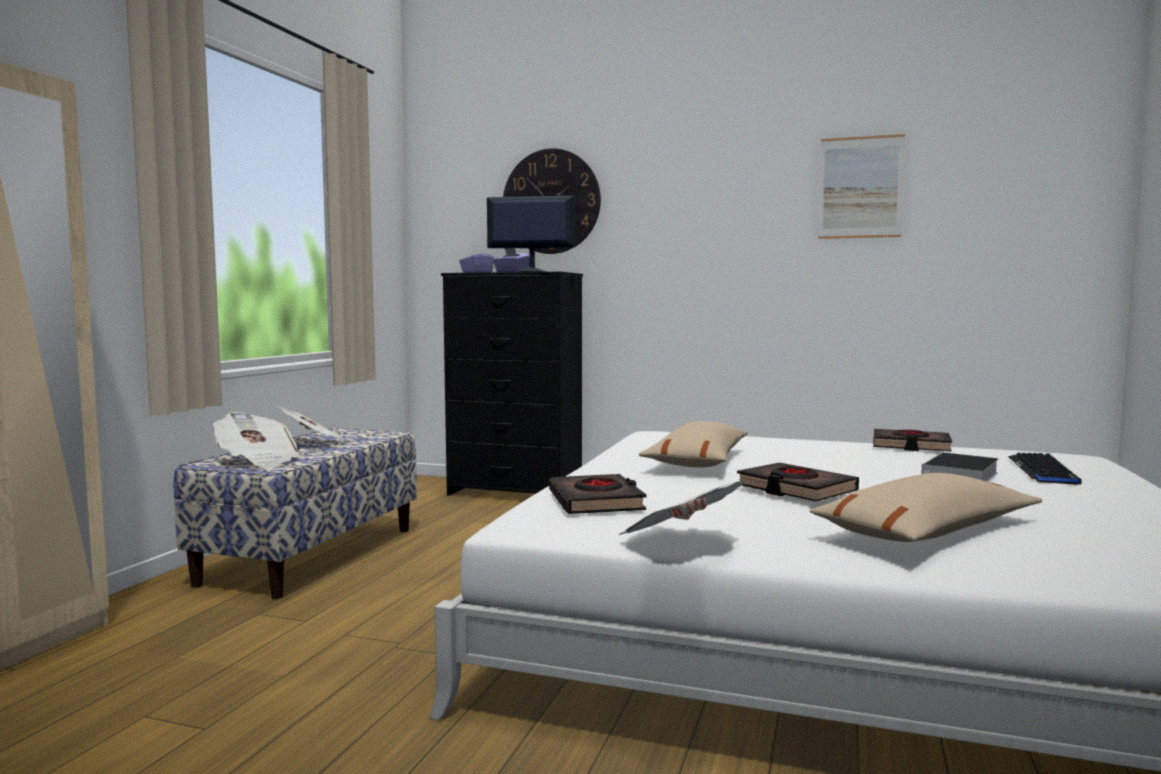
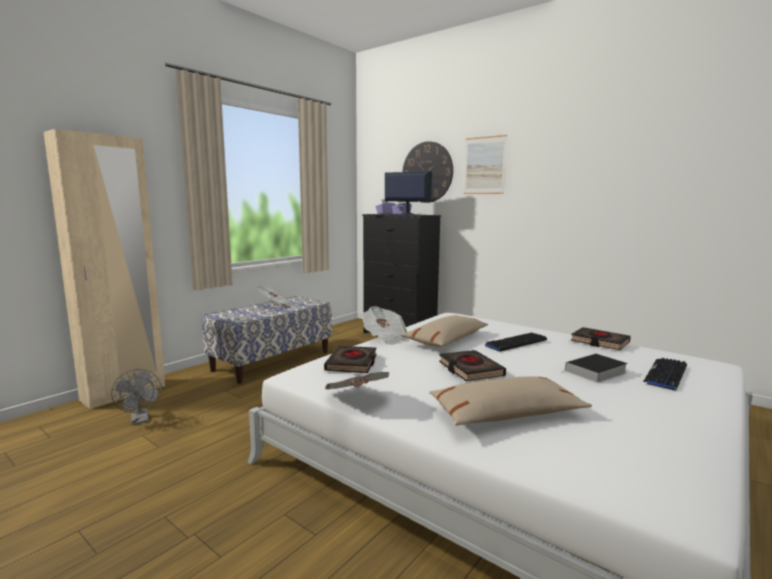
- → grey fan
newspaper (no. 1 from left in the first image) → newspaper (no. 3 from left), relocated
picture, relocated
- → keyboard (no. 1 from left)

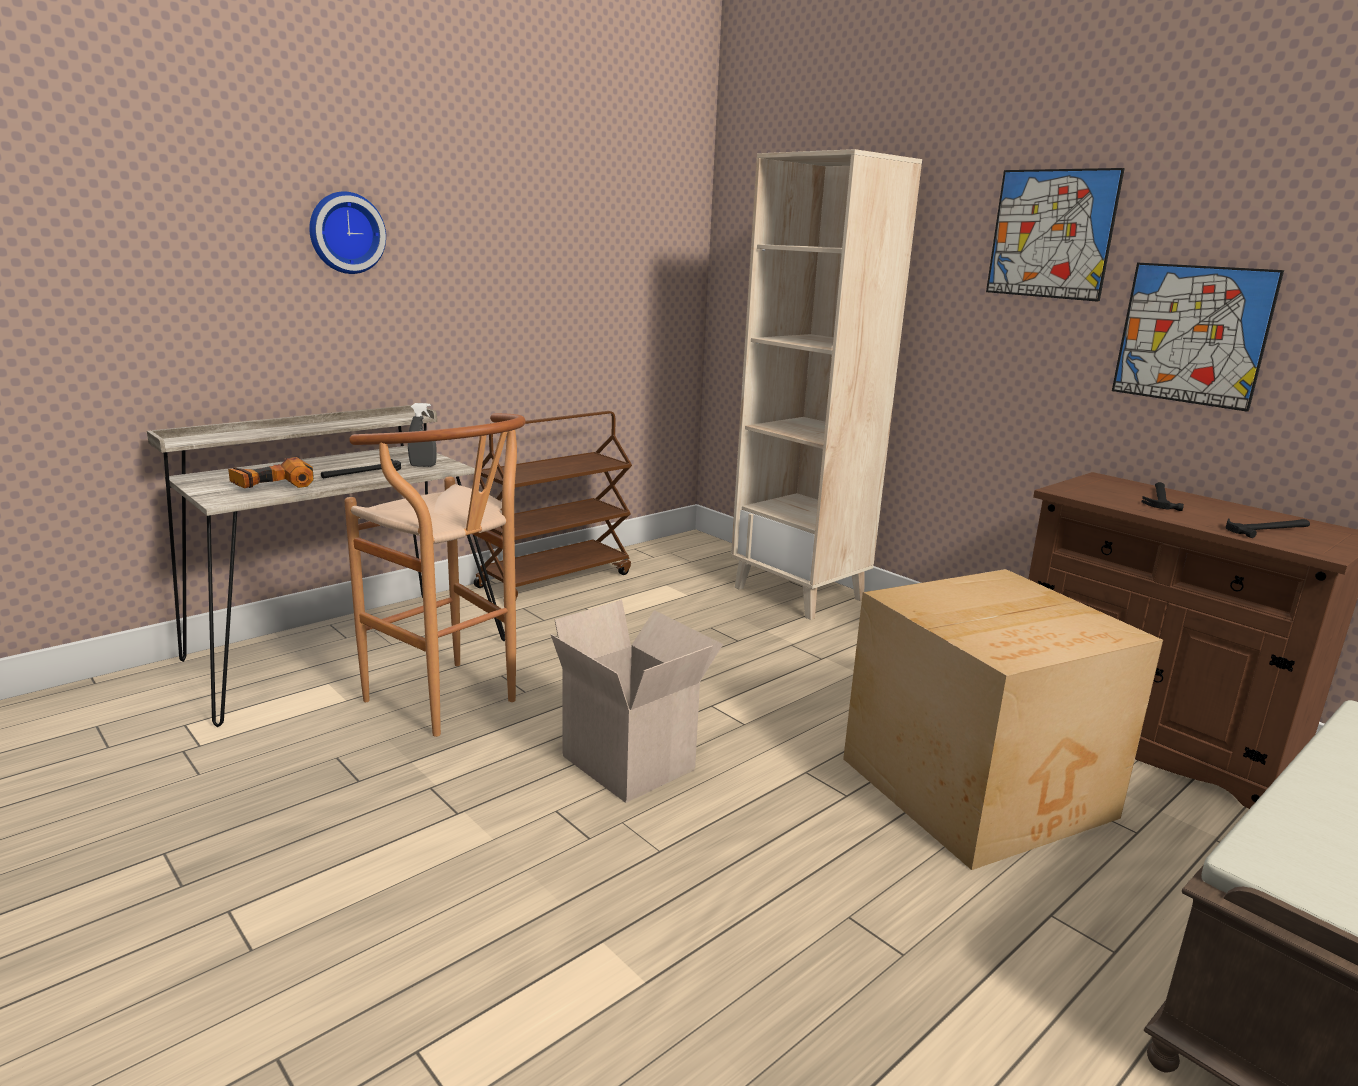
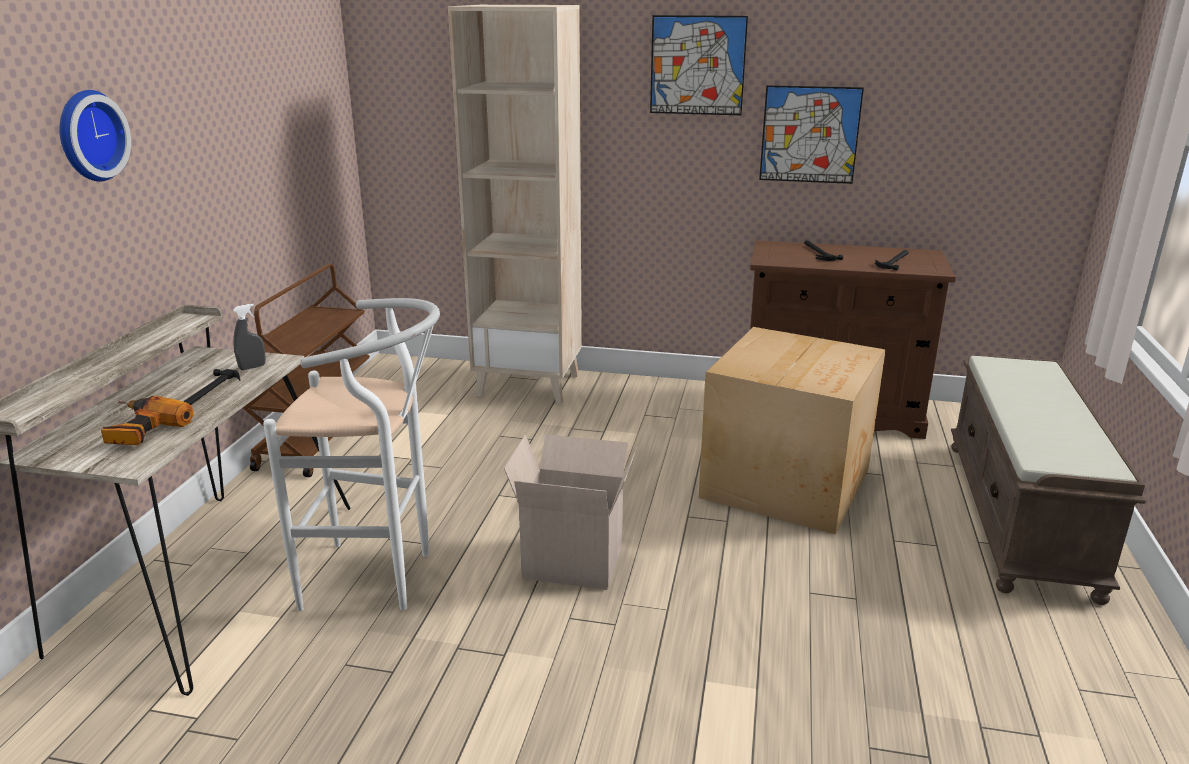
brown stool → white stool

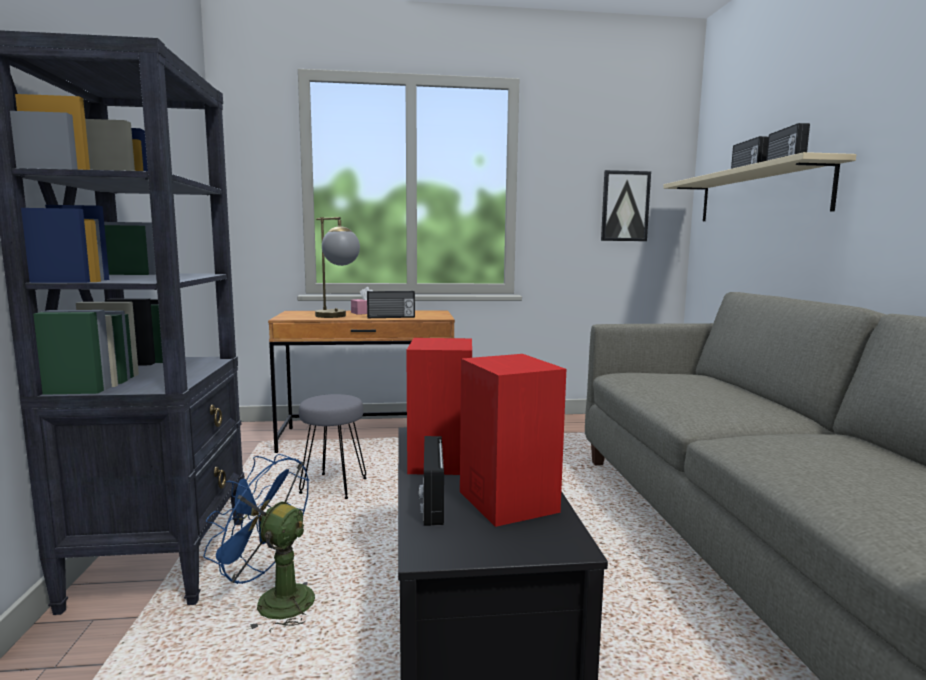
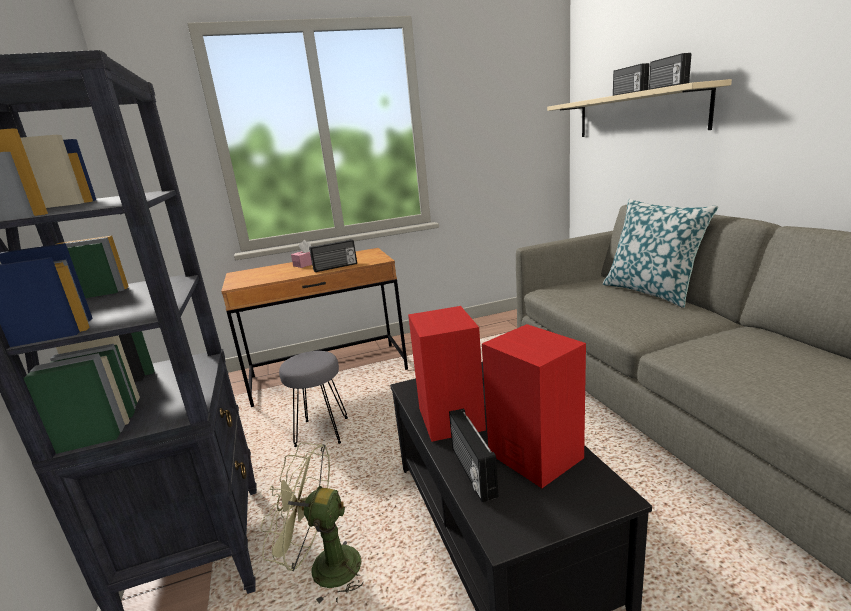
blue fan → green fan
- → pillow
table lamp → -
picture → -

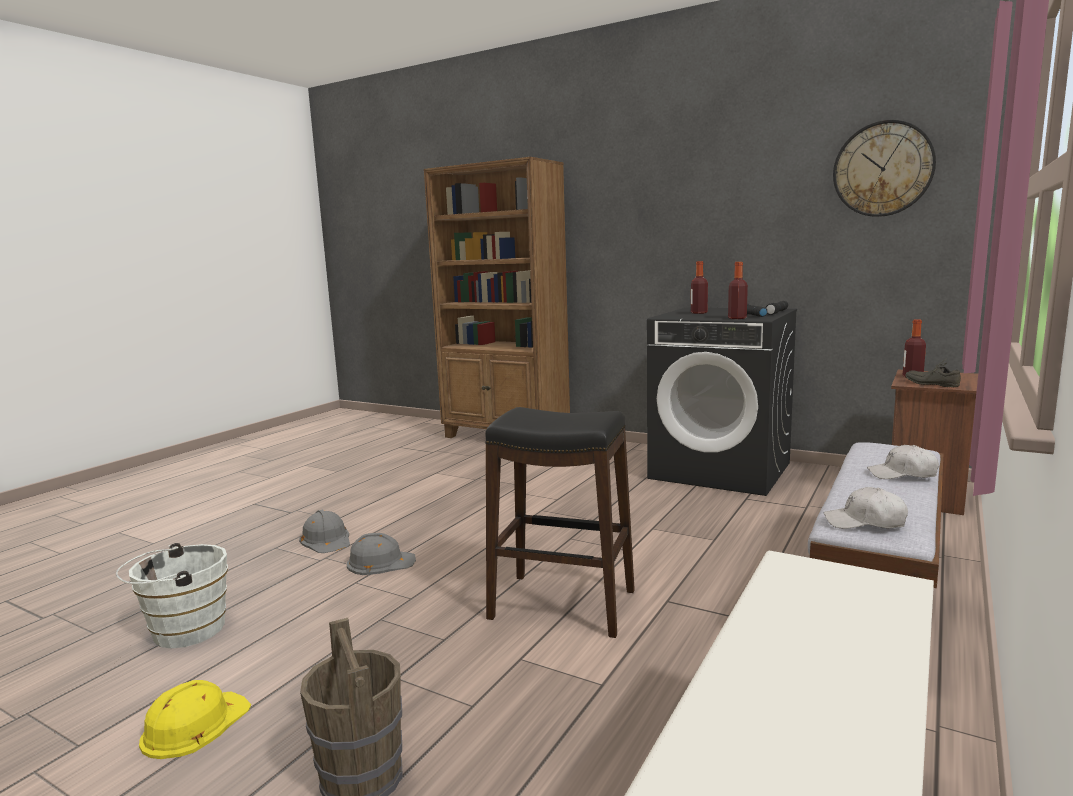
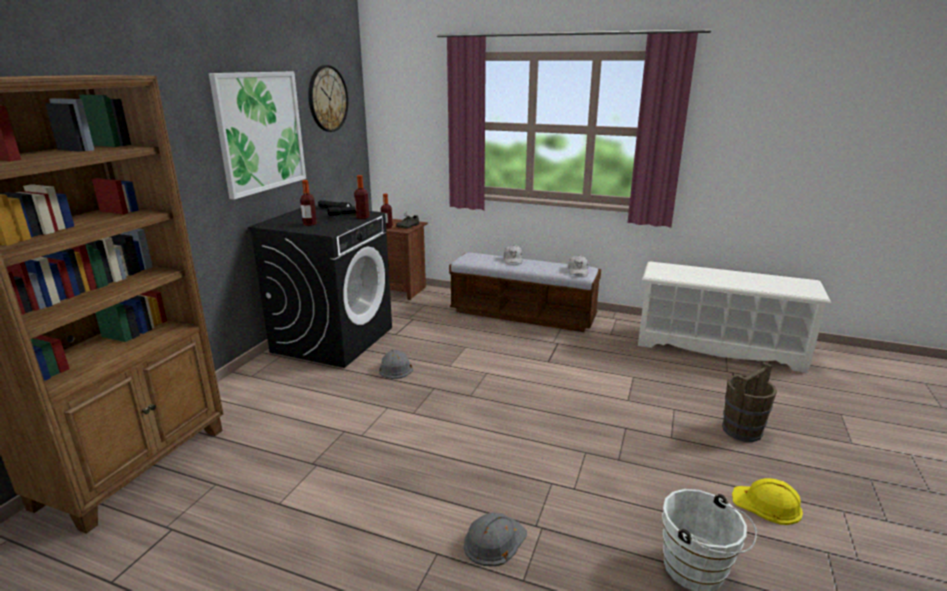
- → picture
grey hard hat (no. 2 from left in the first image) → grey hard hat (no. 1 from left), relocated
black stool → -

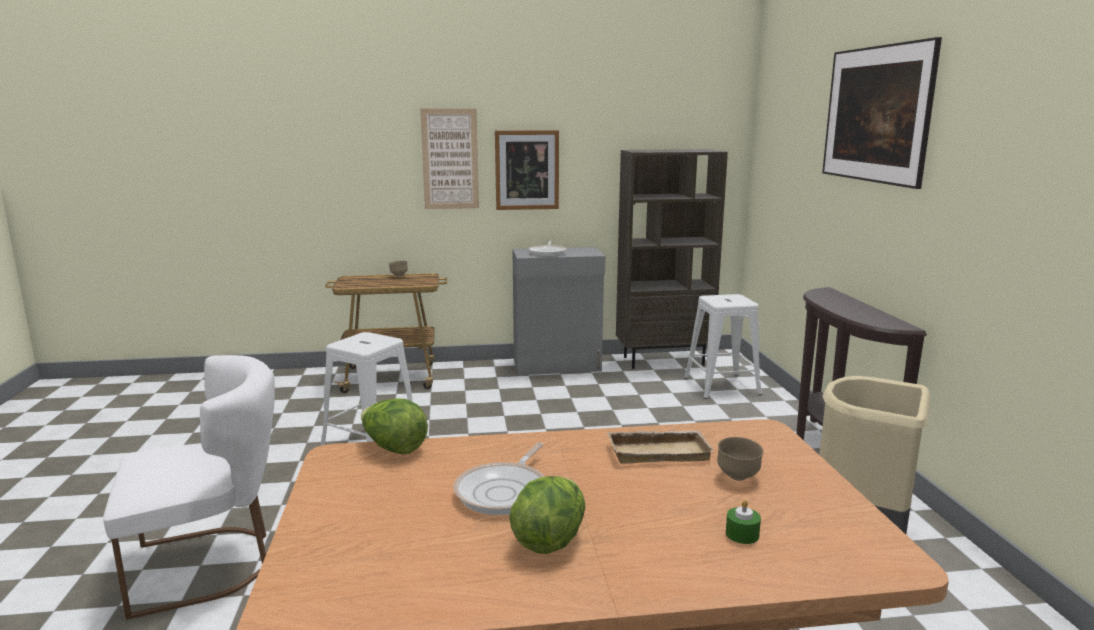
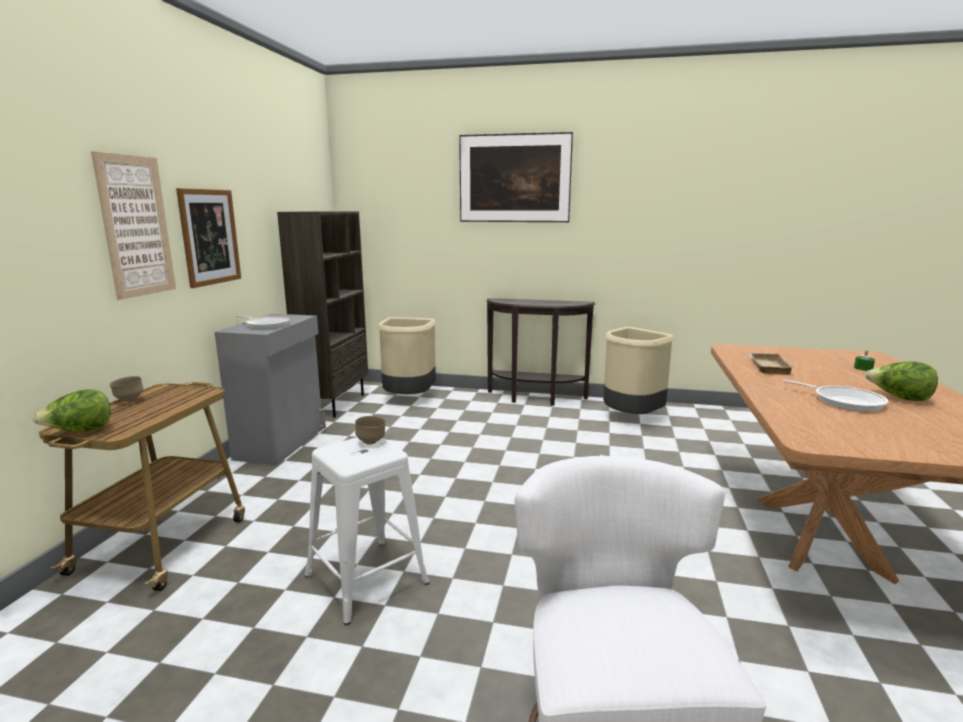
lettuce (no. 1 from left), relocated
brown bowl (no. 2 from left), relocated
white stool (no. 2 from left) → beige trash can (no. 1 from left)

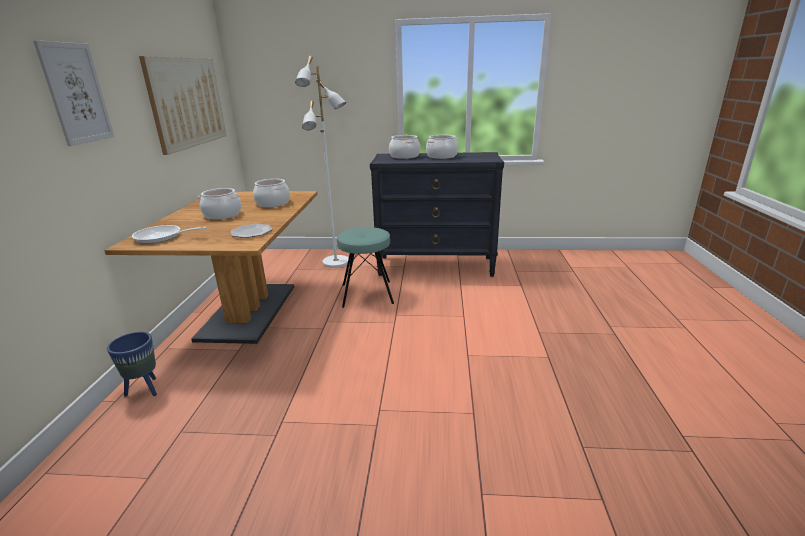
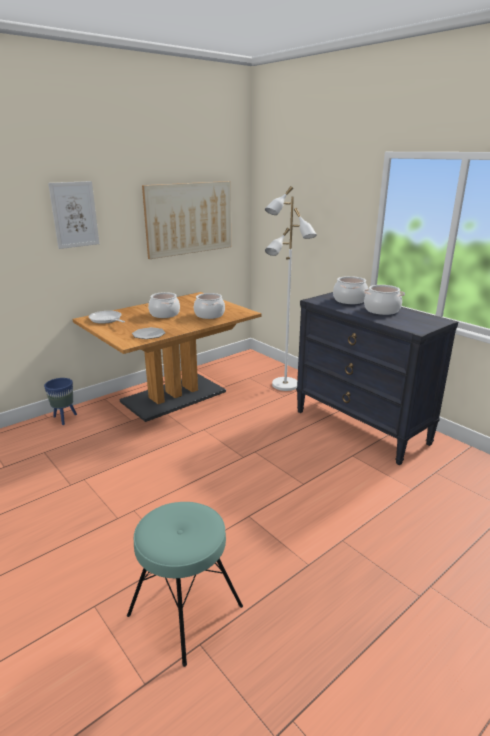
turquoise stool, relocated

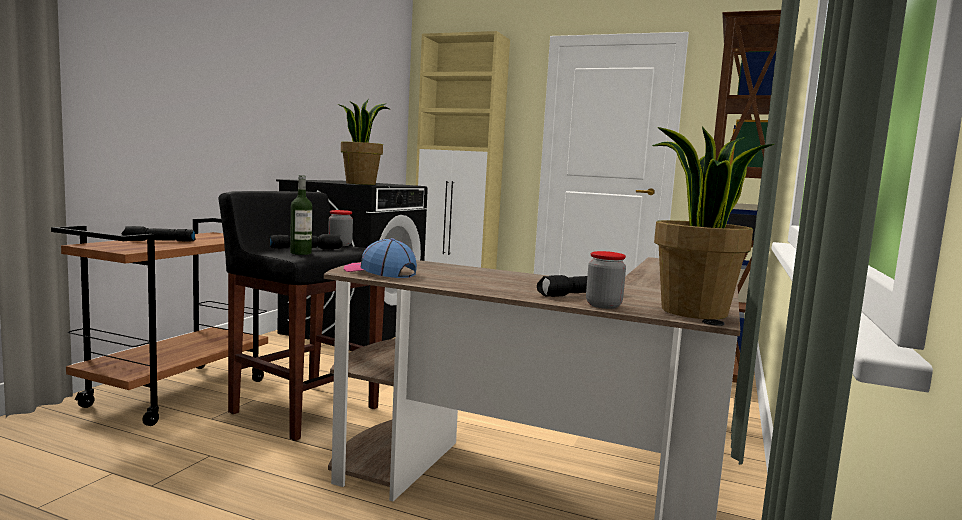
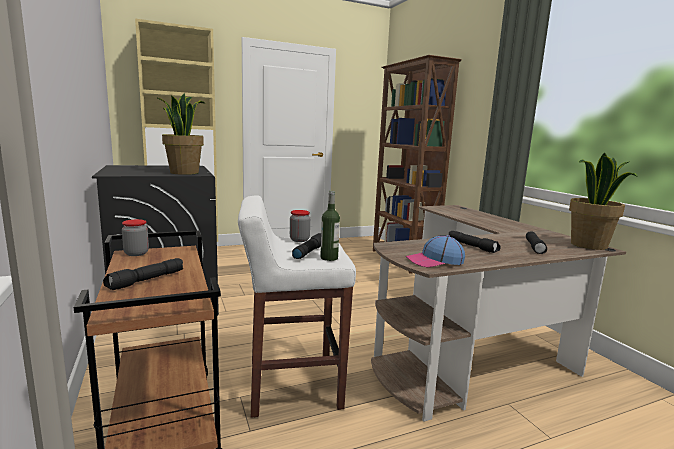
jar (no. 2 from left in the first image) → jar (no. 1 from left), relocated
black stool → white stool
- → black flashlight (no. 3 from left)

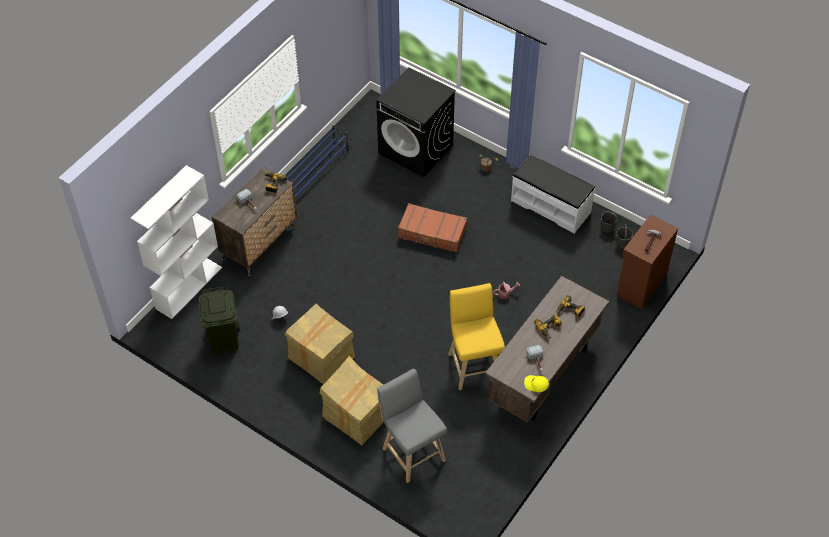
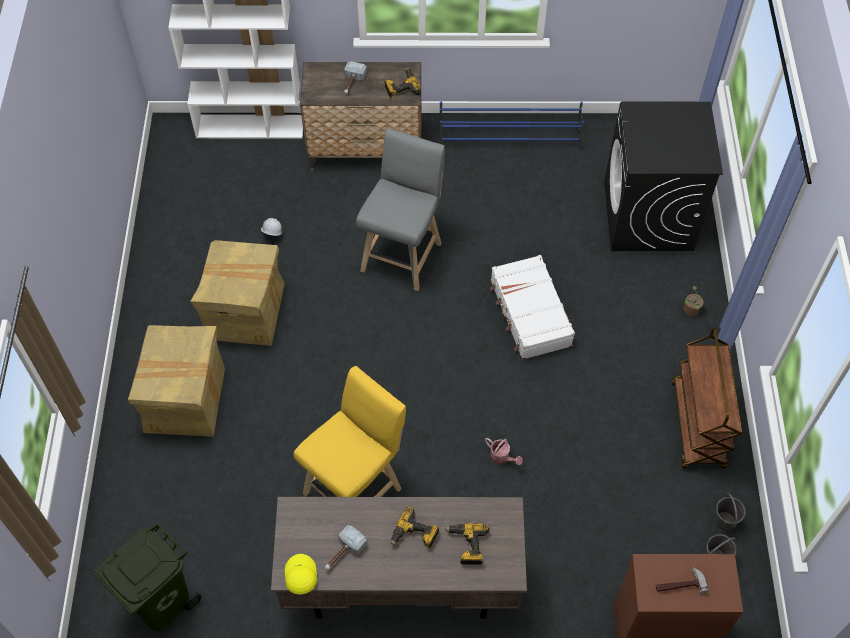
green trash can, relocated
grey stool, relocated
brown suitcase → white suitcase
white bench → brown cart

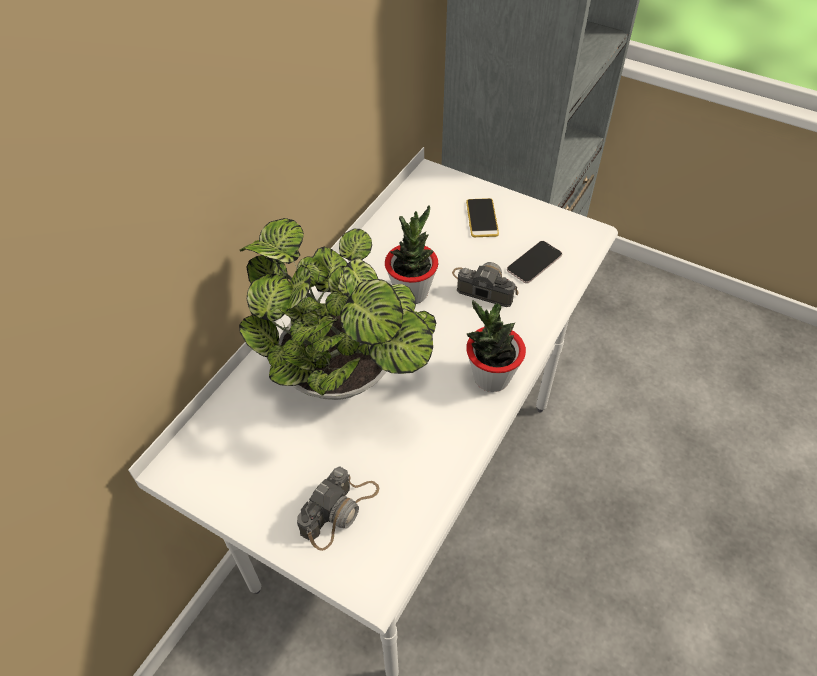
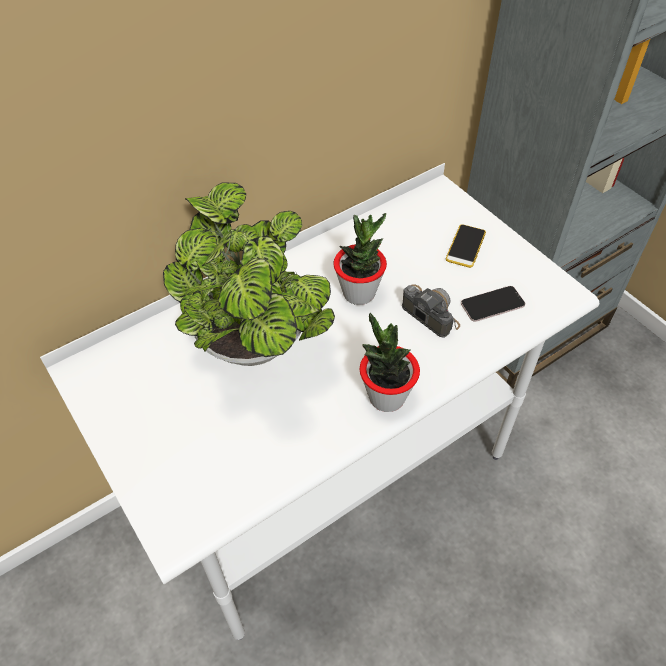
photo camera (no. 1 from left) → -

